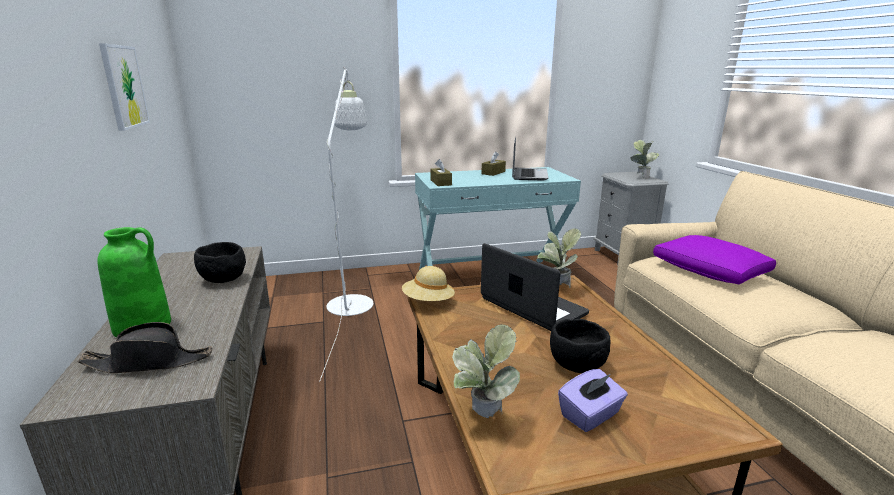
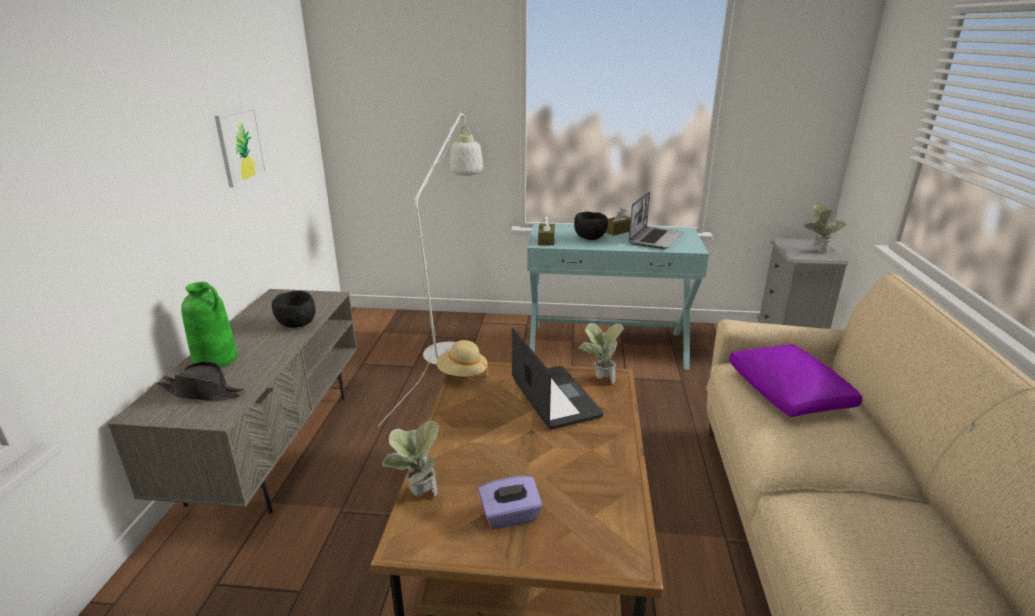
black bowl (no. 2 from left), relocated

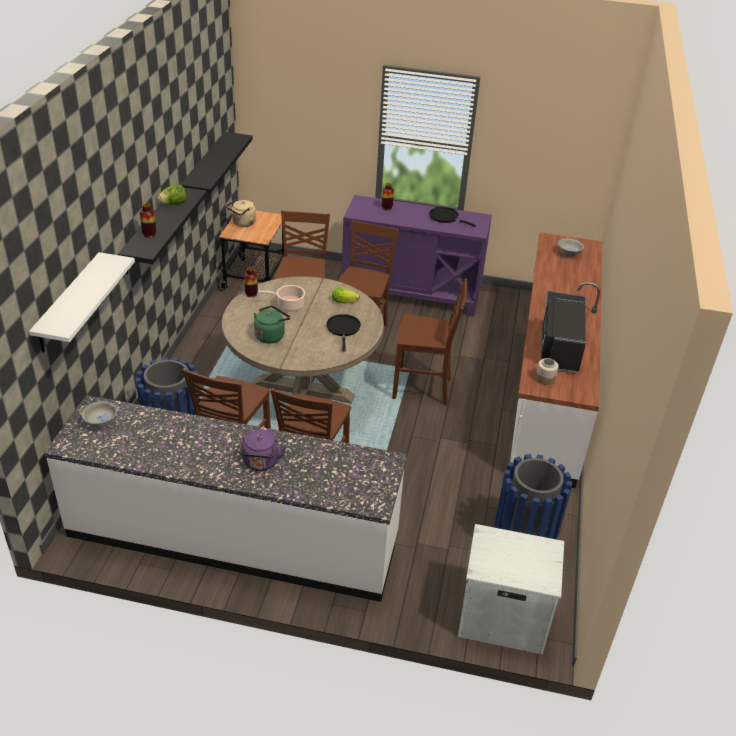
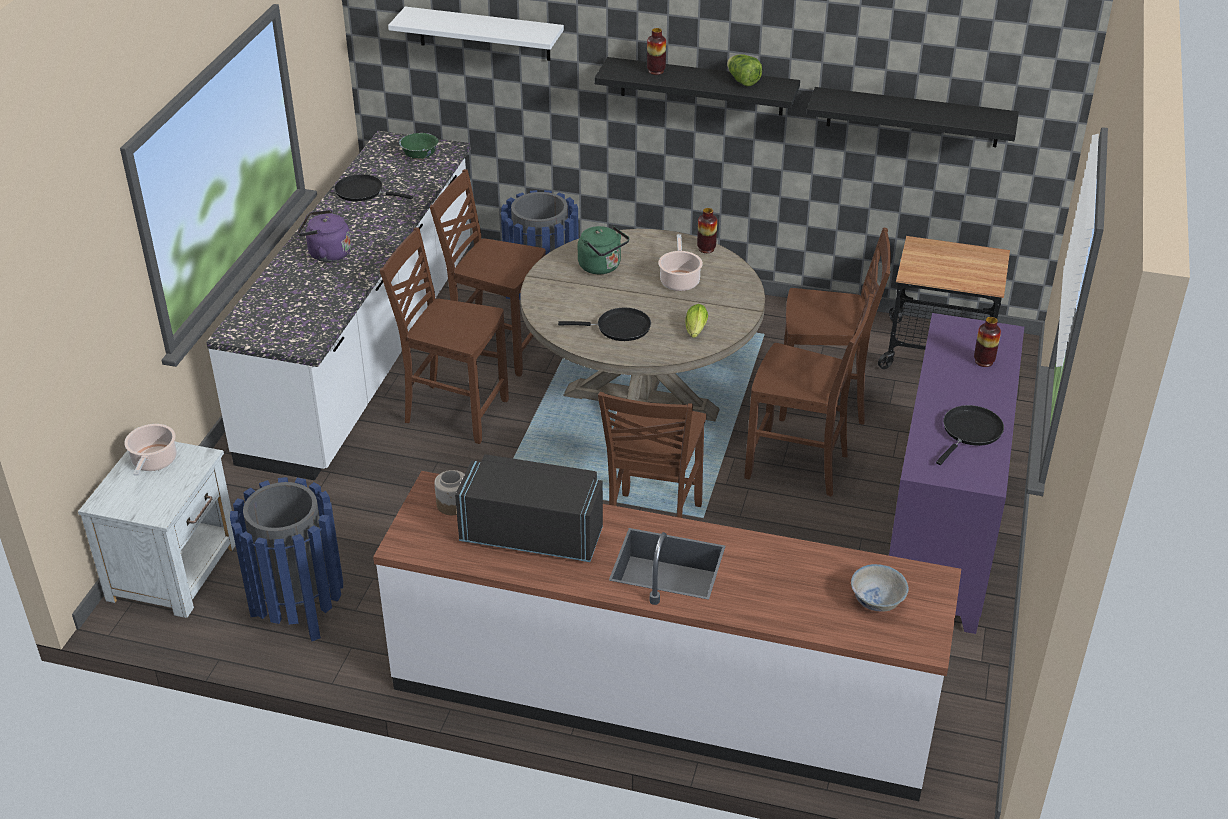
- → cooking pot (no. 1 from left)
- → black frying pan (no. 1 from left)
white bowl (no. 1 from left) → green bowl
beige kettle → -

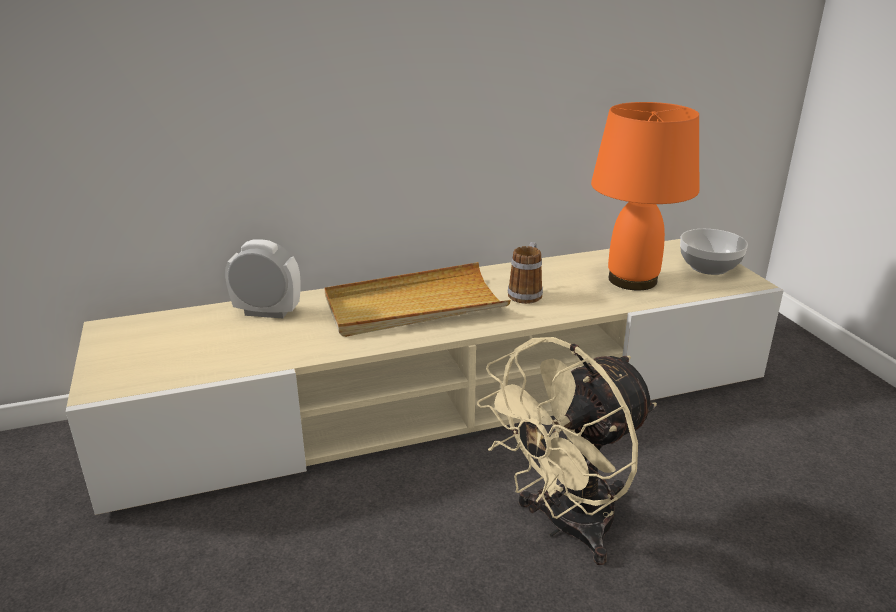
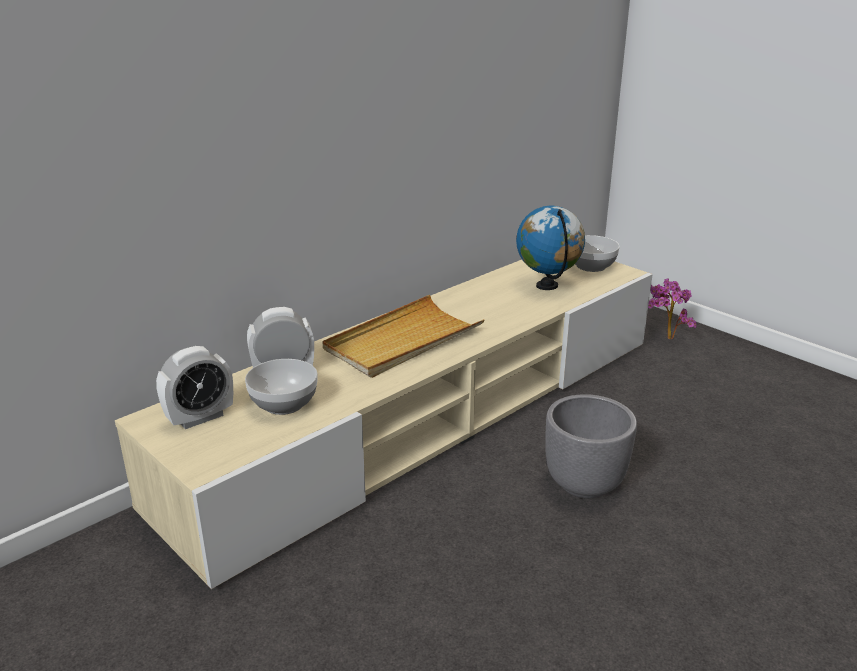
- → alarm clock (no. 1 from left)
- → bowl (no. 1 from left)
orange table lamp → globe
beige fan → grey planter
- → potted plant
mug → -

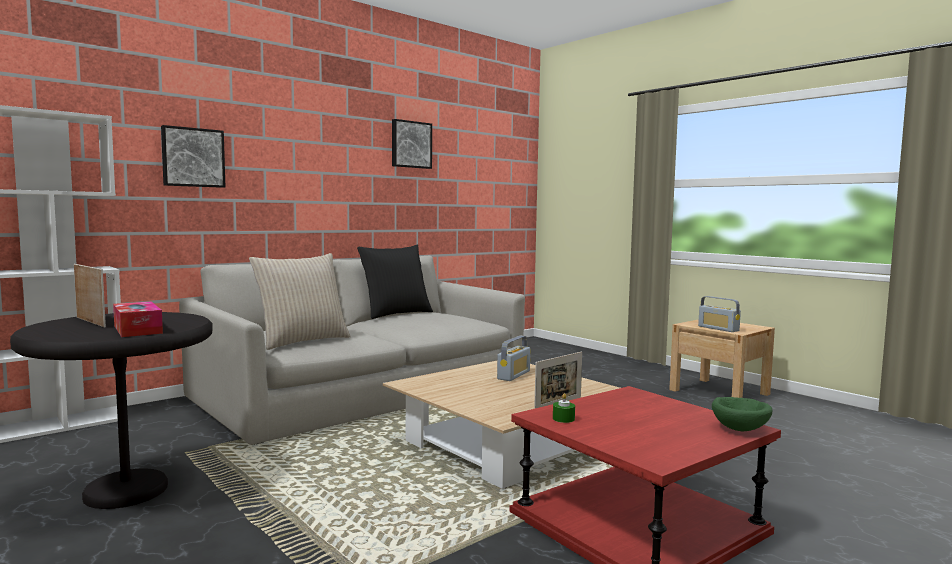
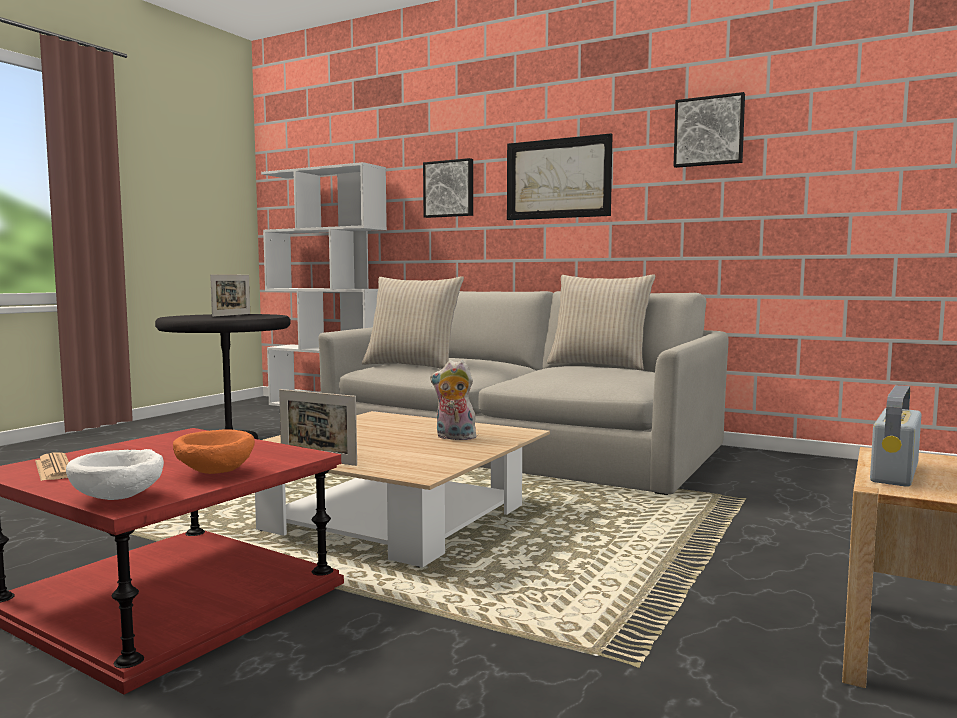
- → newspaper
green bowl → white bowl
- → orange bowl
radio (no. 1 from left) → plush toy
- → picture (no. 2 from left)
black pillow → beige pillow (no. 2 from left)
tissue box → -
green candle → -

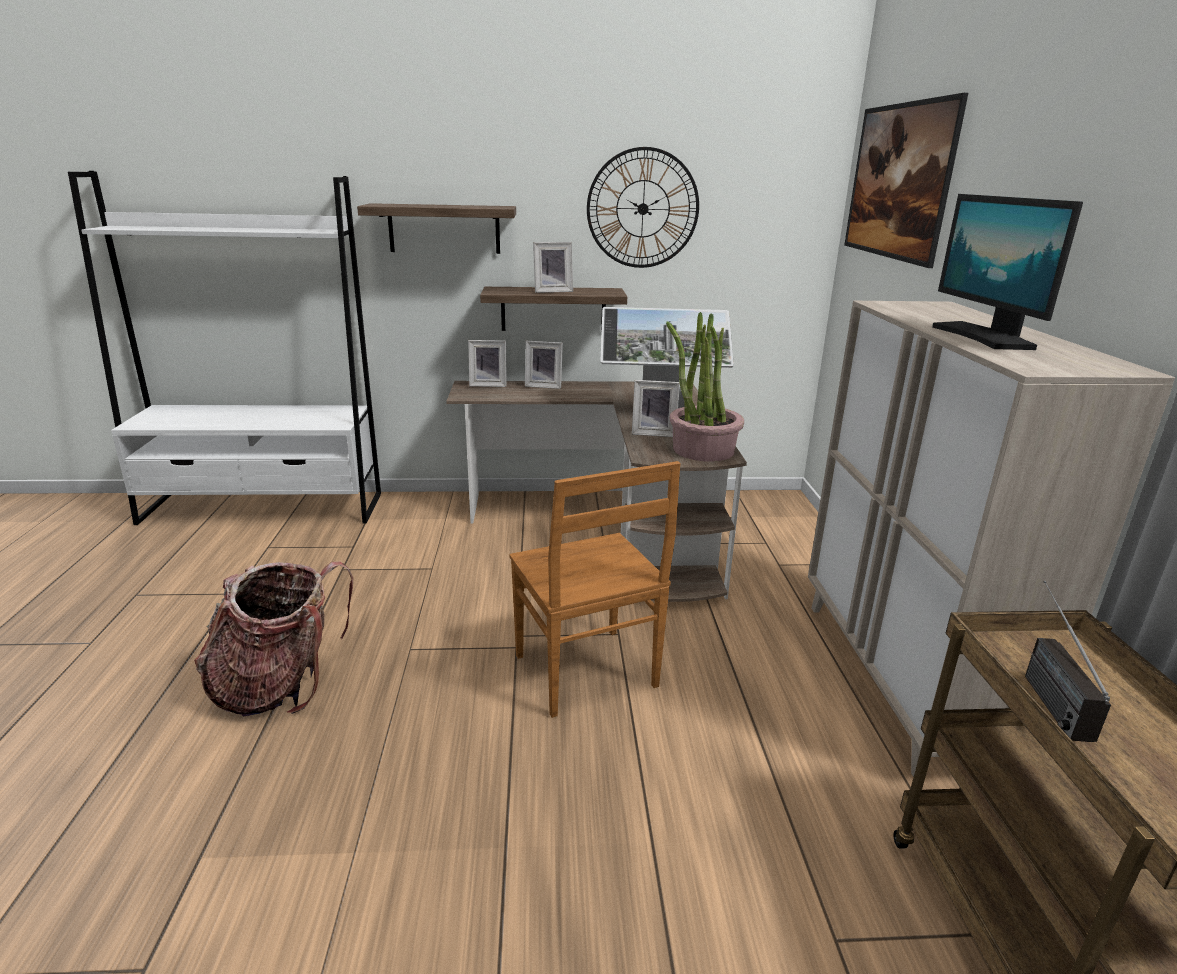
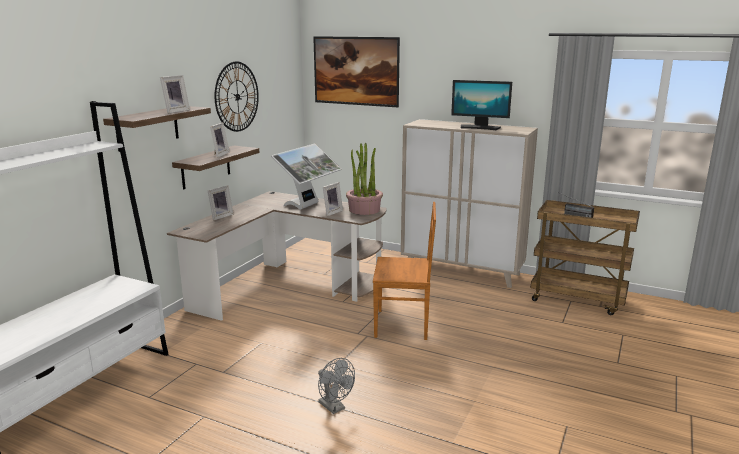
picture frame (no. 1 from left), relocated
backpack → grey fan

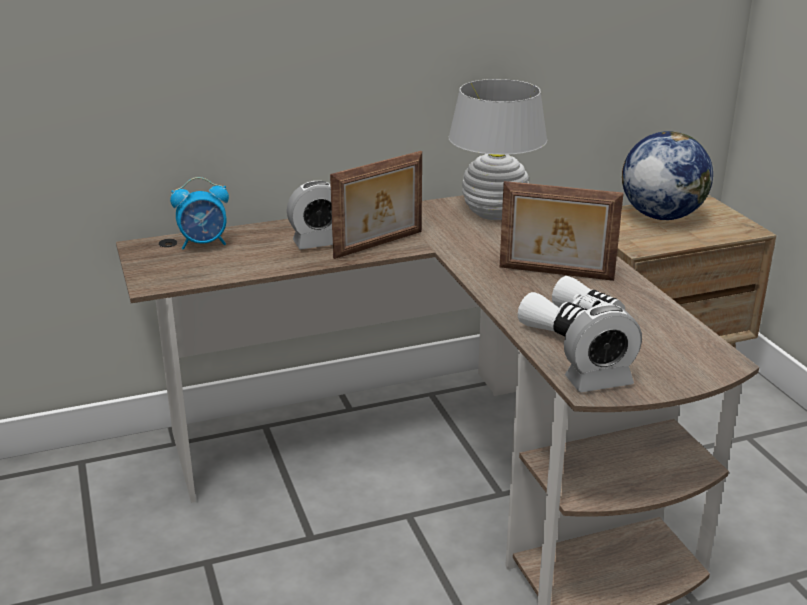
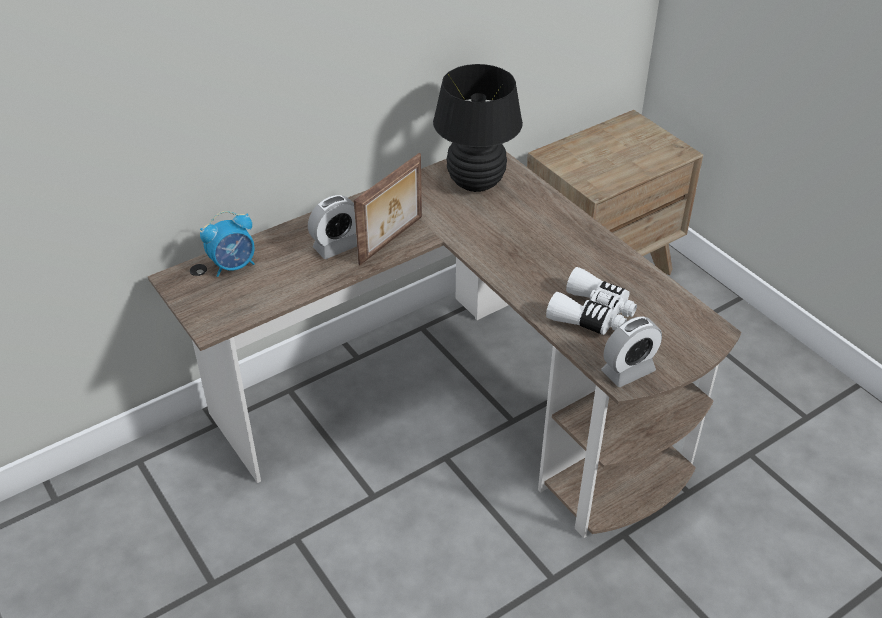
white table lamp → black table lamp
picture frame (no. 2 from left) → -
globe → -

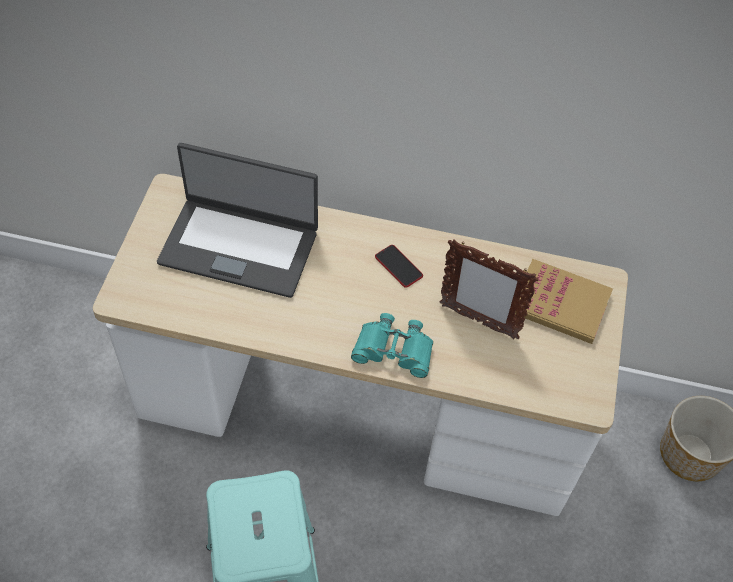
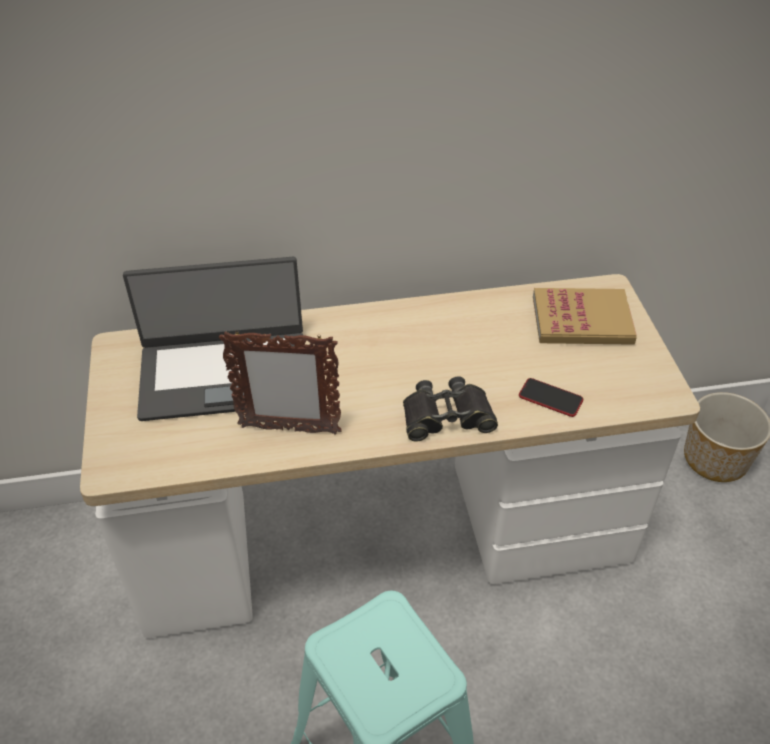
picture frame, relocated
turquoise binoculars → black binoculars
phone, relocated

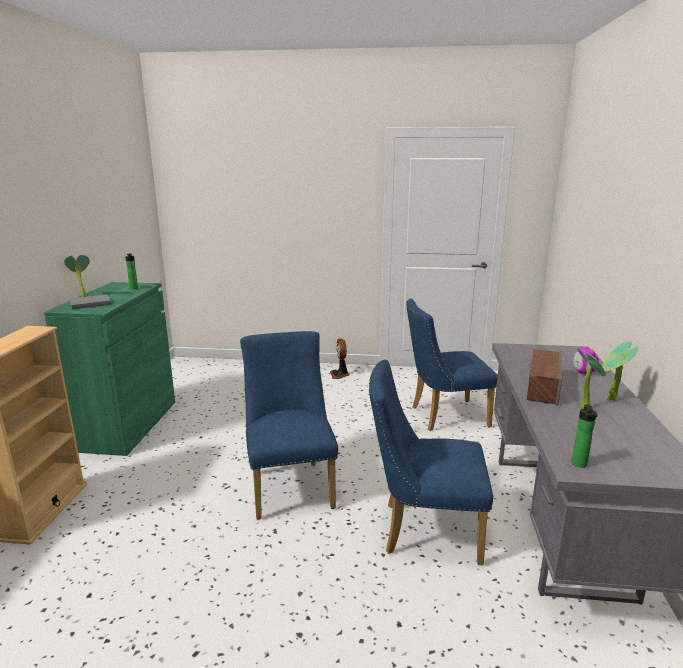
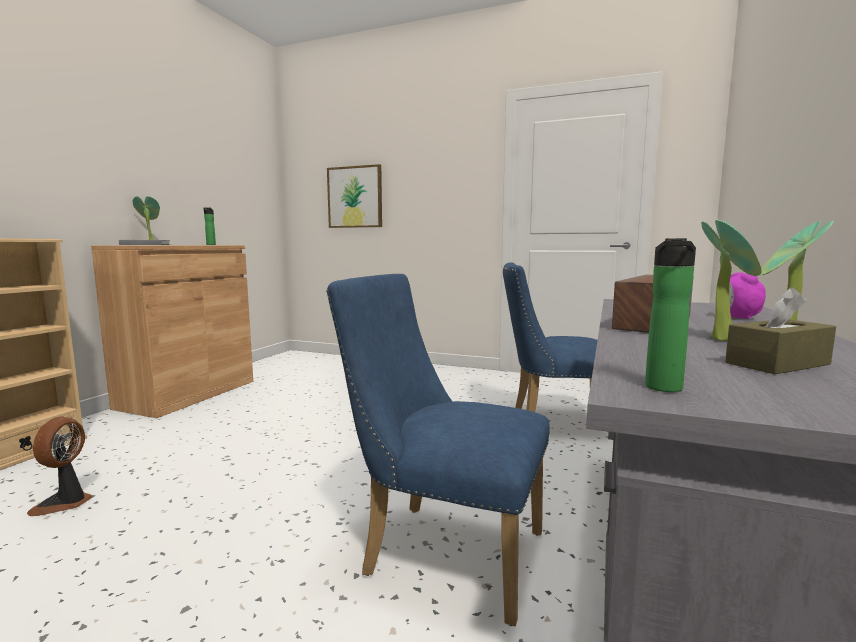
fan, relocated
green cabinet → brown cabinet
- → picture
- → brown tissue box
blue chair (no. 1 from left) → -

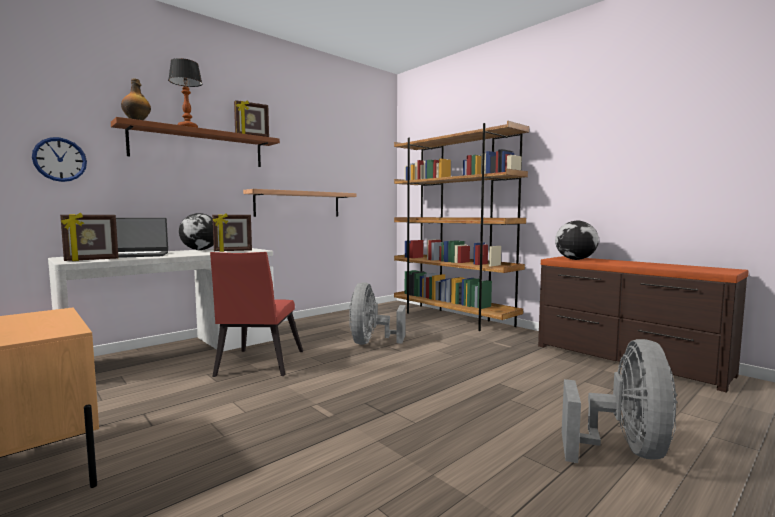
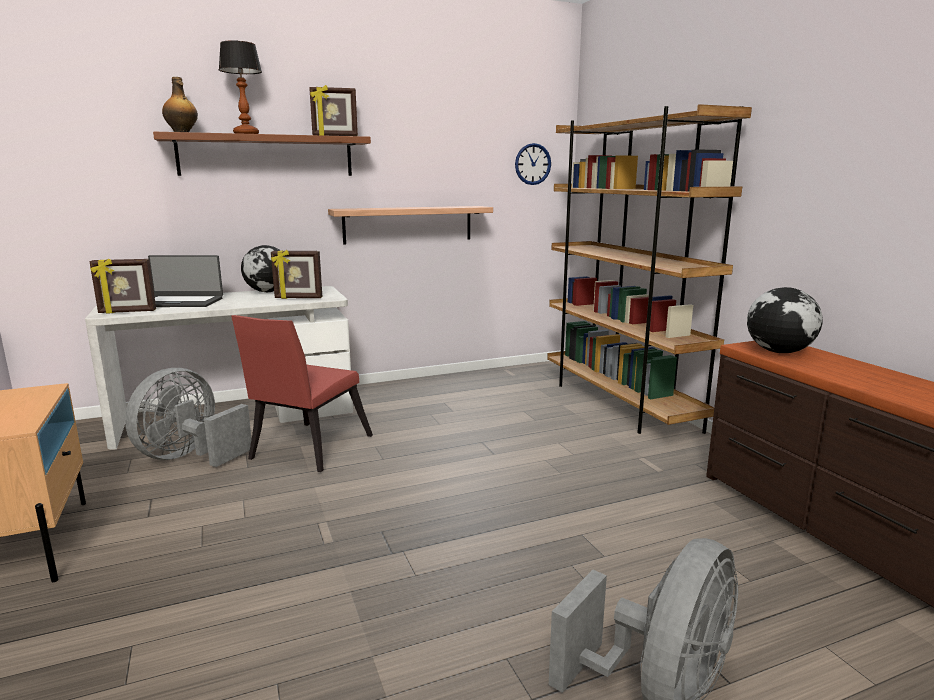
grey fan (no. 1 from left), relocated
wall clock, relocated

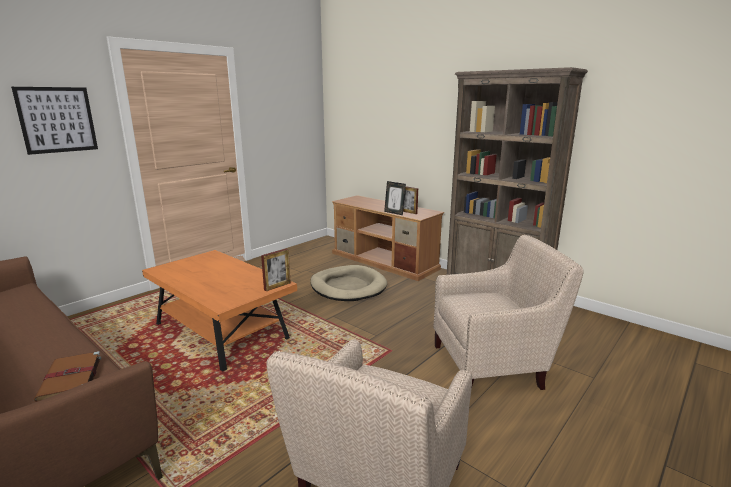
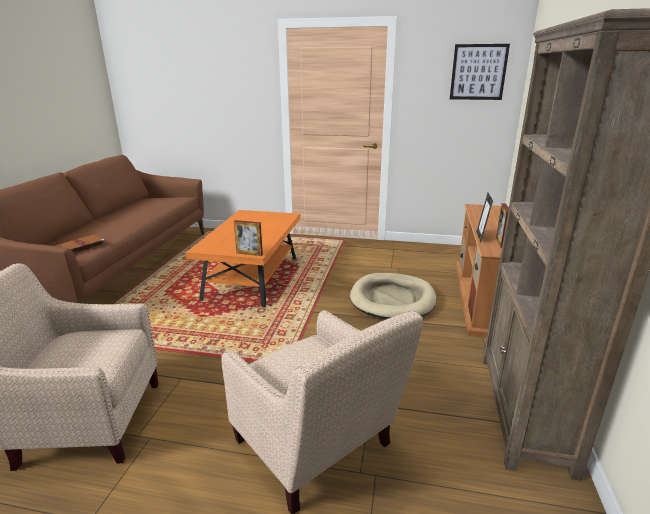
picture, relocated

